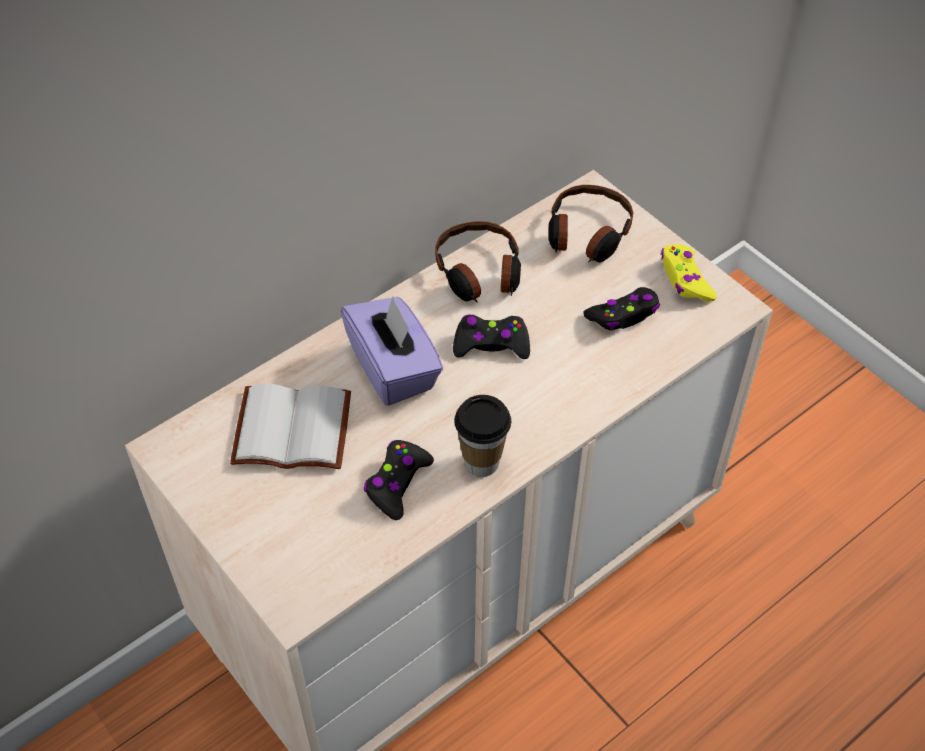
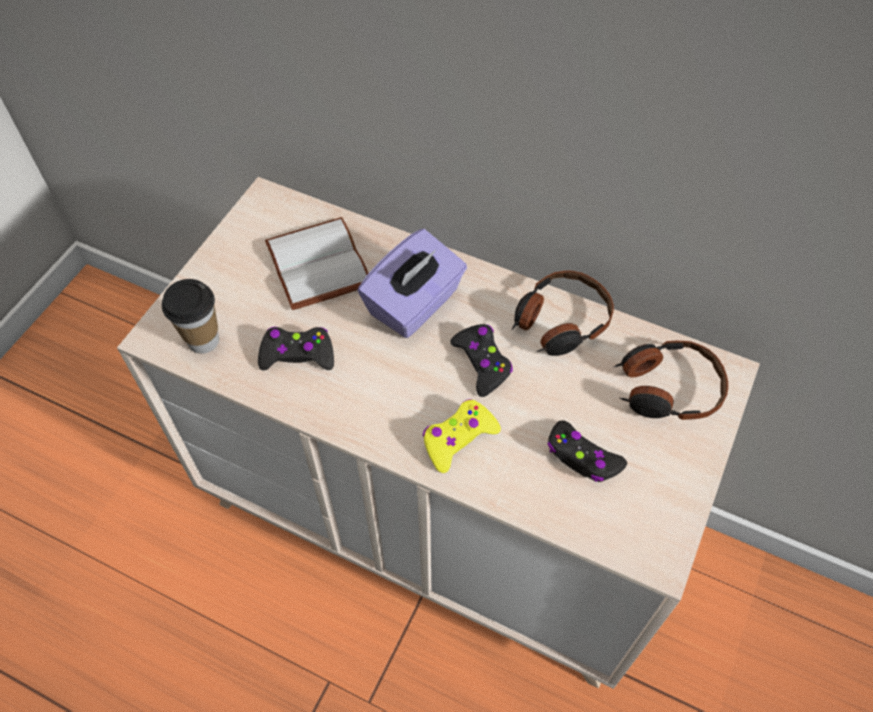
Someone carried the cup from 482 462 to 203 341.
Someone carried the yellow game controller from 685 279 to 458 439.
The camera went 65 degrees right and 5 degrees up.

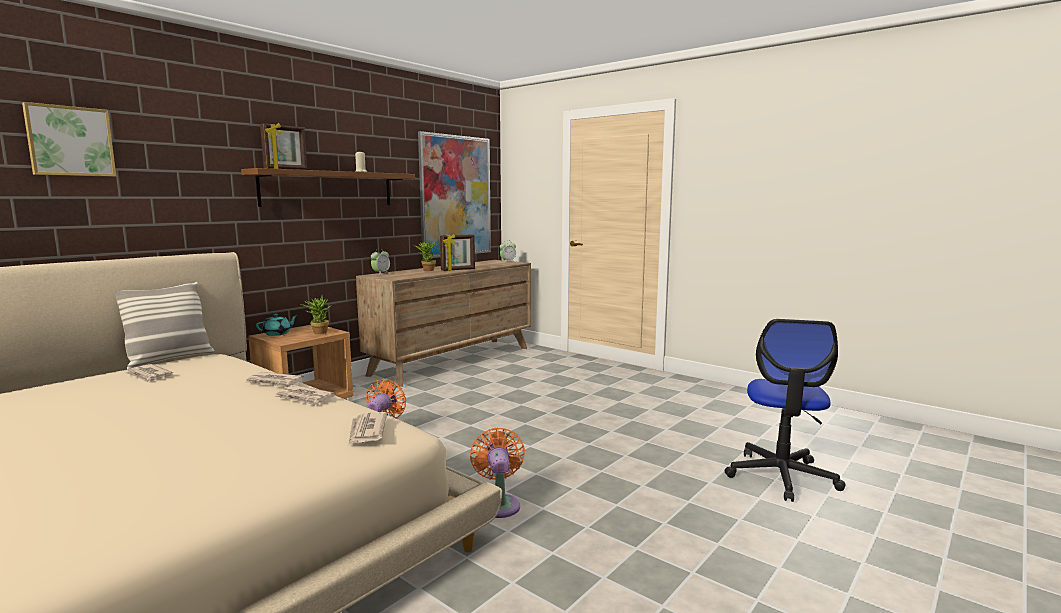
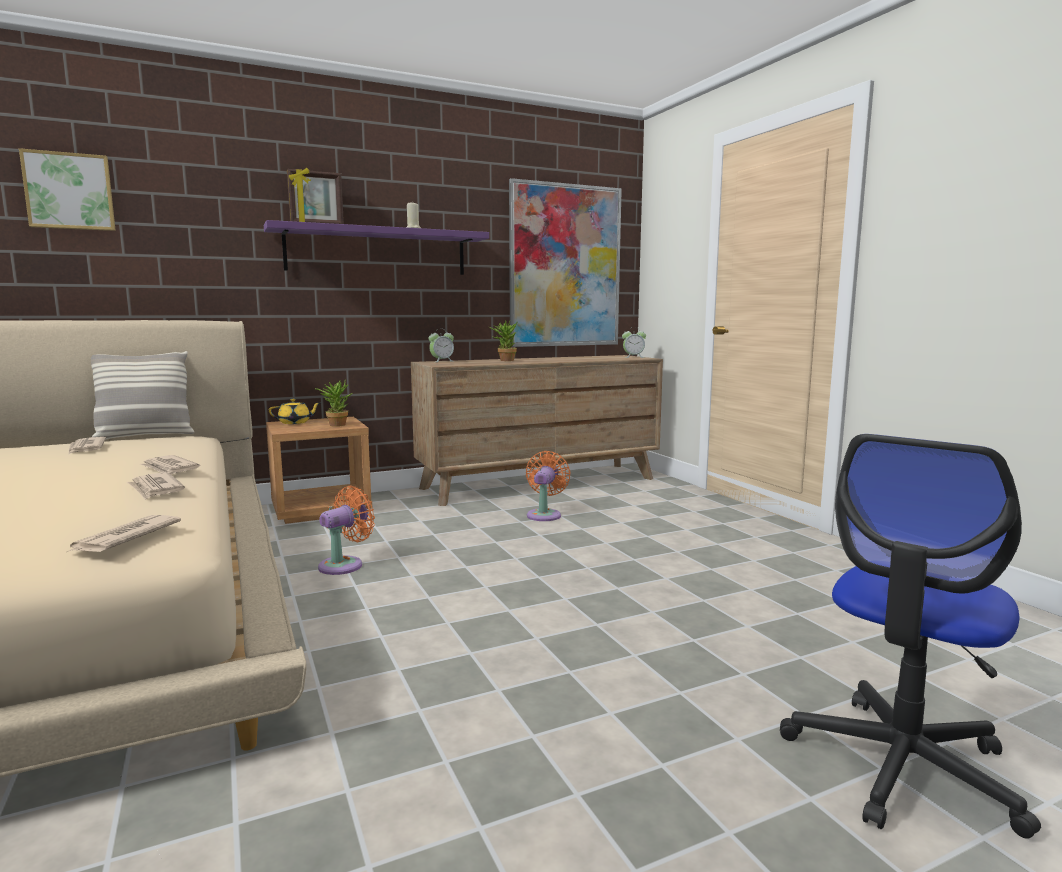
Someone repainted the brown shelf at 328 189, which became the purple shelf at 377 251.
Someone repainted the turquoise teapot at 278 333, which became the yellow teapot at 295 422.
Someone carried the orange fan from 499 504 to 545 514.
Someone took away the picture frame at 458 270.
The camera went 25 degrees right and 0 degrees up.

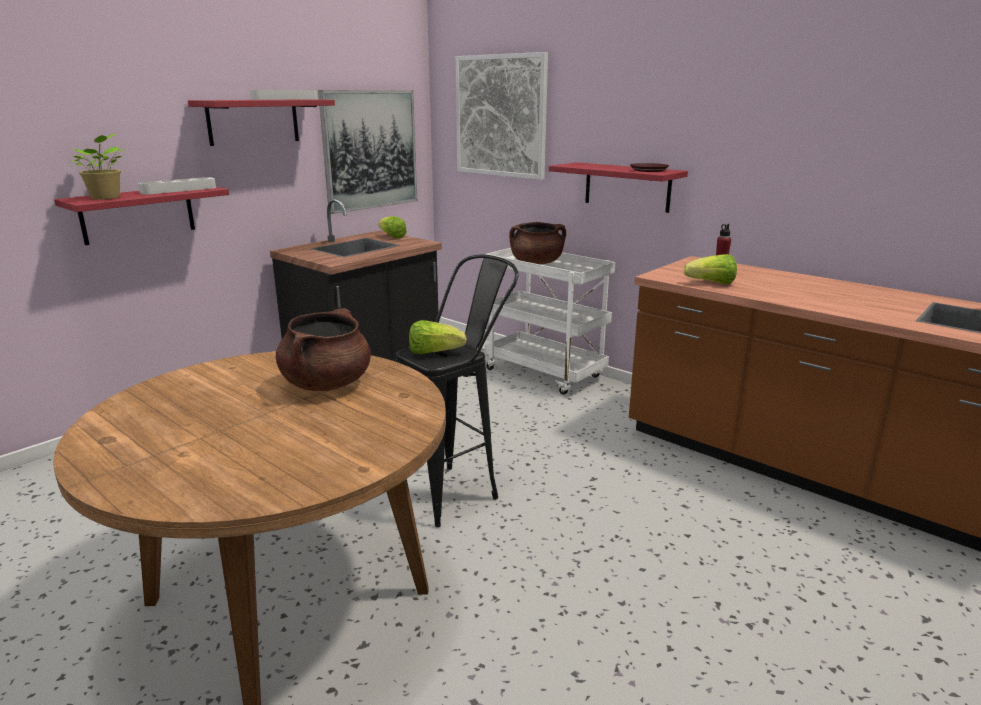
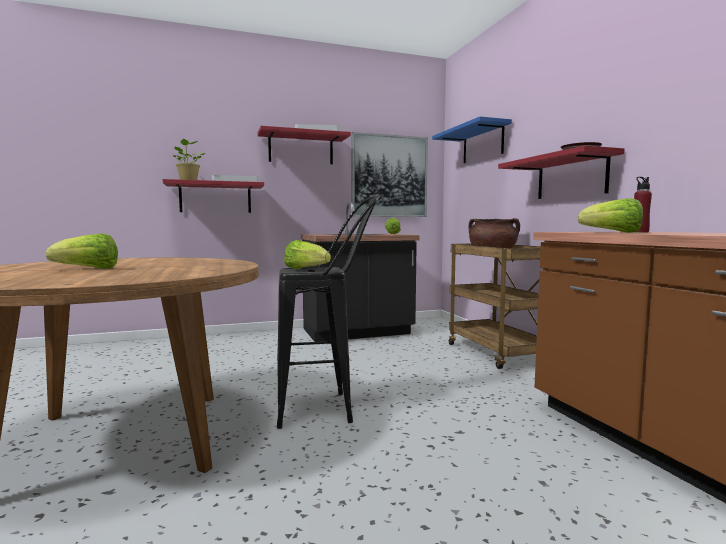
Someone put down the lettuce at 88 269.
Someone swapped the picture at 500 116 for the blue shelf at 482 144.
Someone repainted the white cart at 546 374, which became the brown cart at 497 354.
Someone took away the brown cooking pot at 327 384.
The camera went 30 degrees right and 15 degrees down.

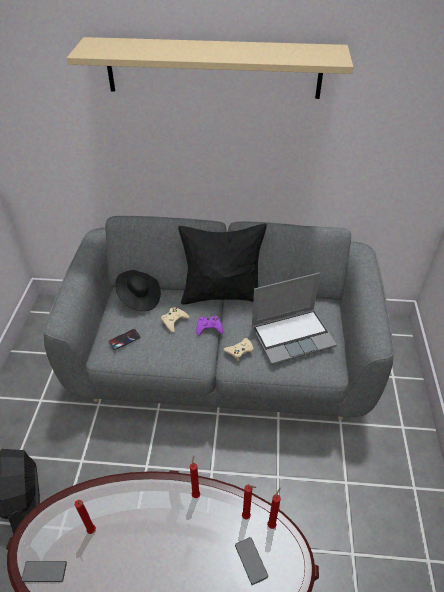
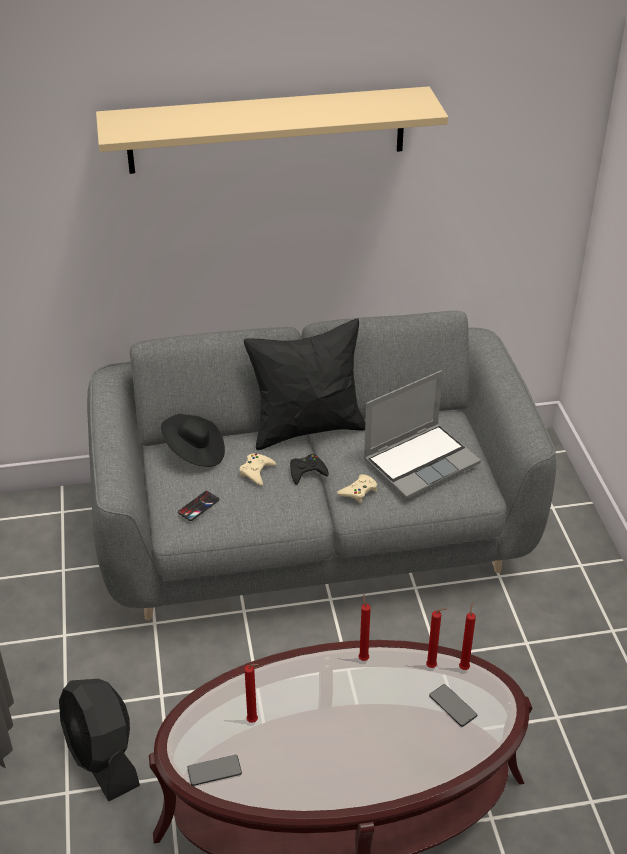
Someone repainted the purple game controller at 209 328, which became the black game controller at 307 472.
The camera went 15 degrees left and 5 degrees down.

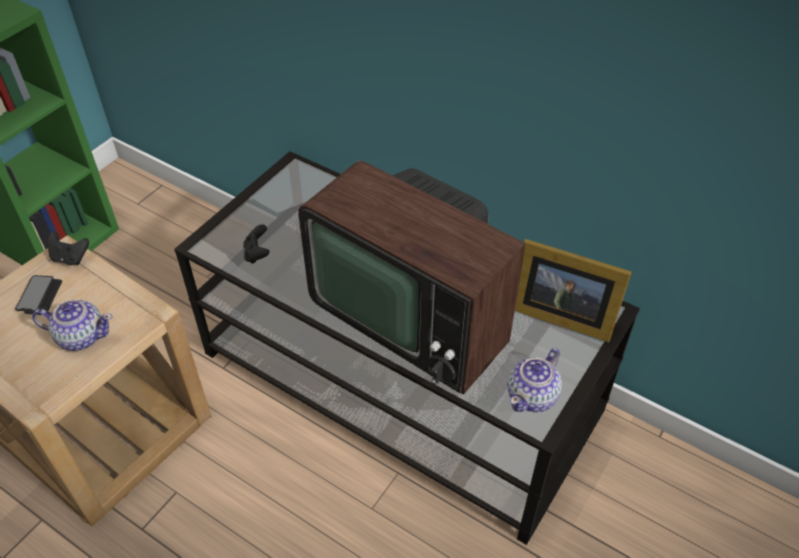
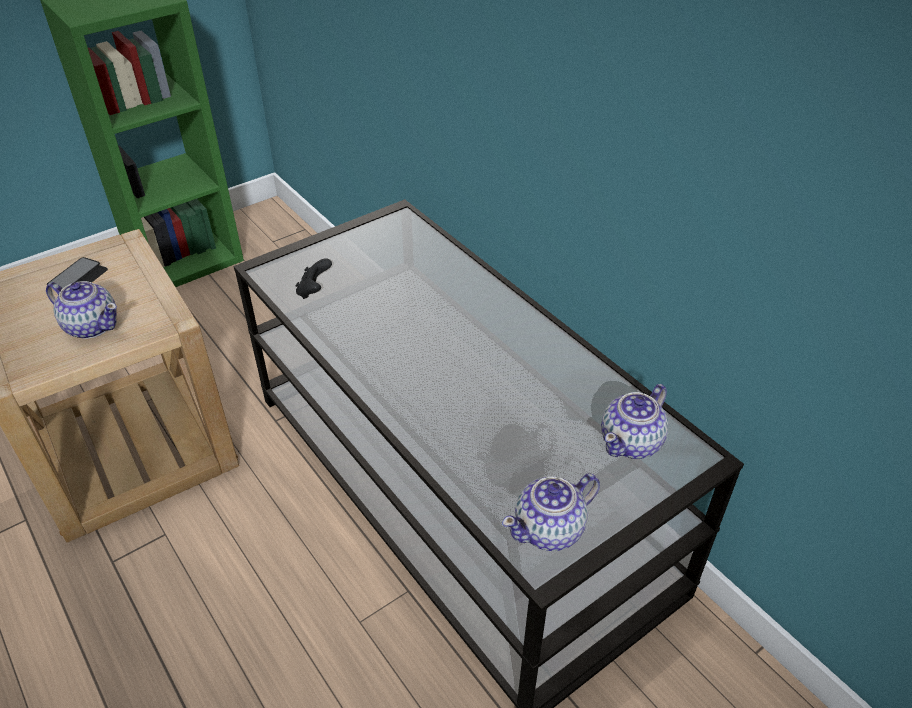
Someone swapped the picture frame at 559 314 for the teapot at 632 442.
Someone took away the black game controller at 70 258.
Someone took away the television at 413 311.
The camera went 20 degrees right and 5 degrees down.

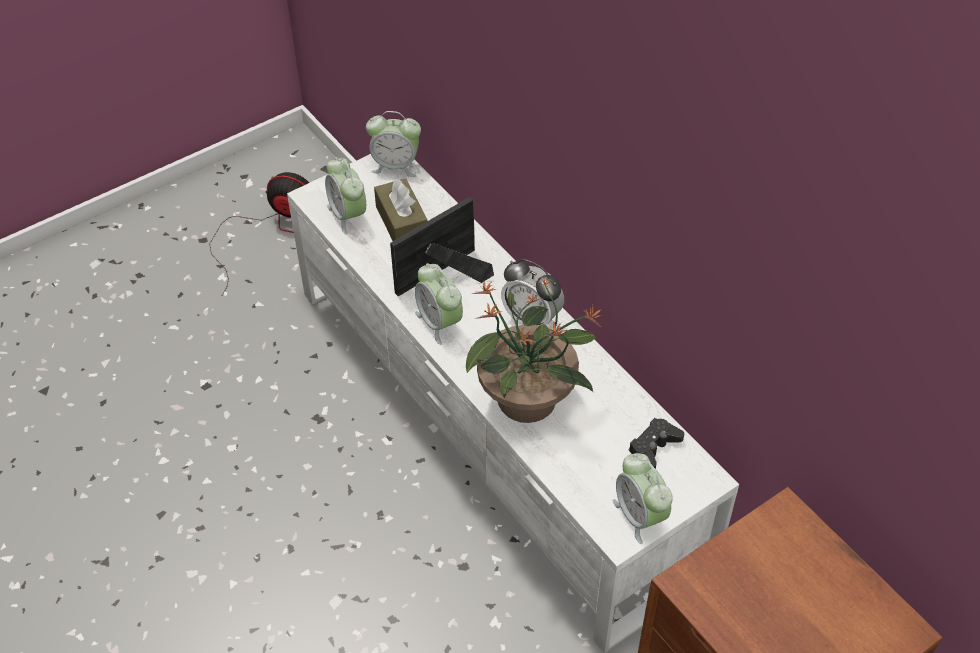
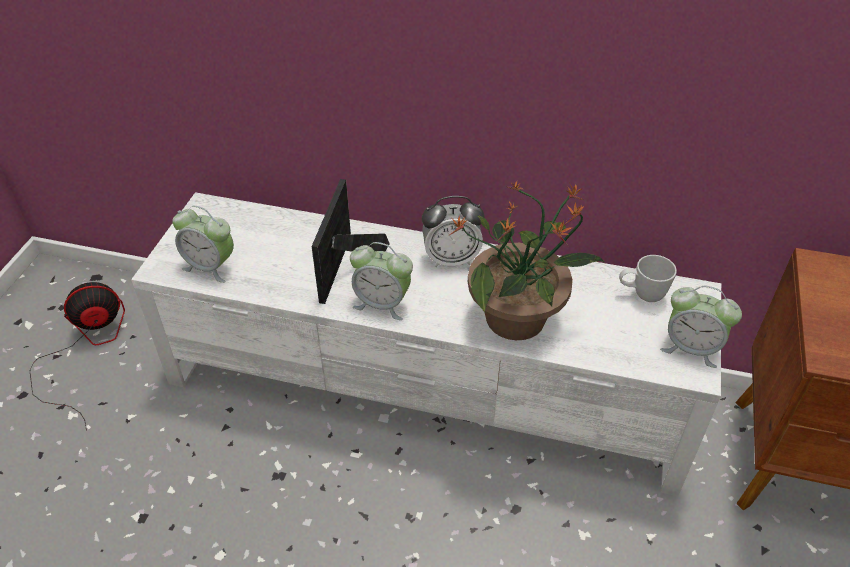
Someone swapped the black game controller at 653 447 for the white mug at 641 295.
Someone took away the alarm clock at 396 165.
Someone took away the brown tissue box at 402 223.
The camera went 40 degrees left and 5 degrees down.

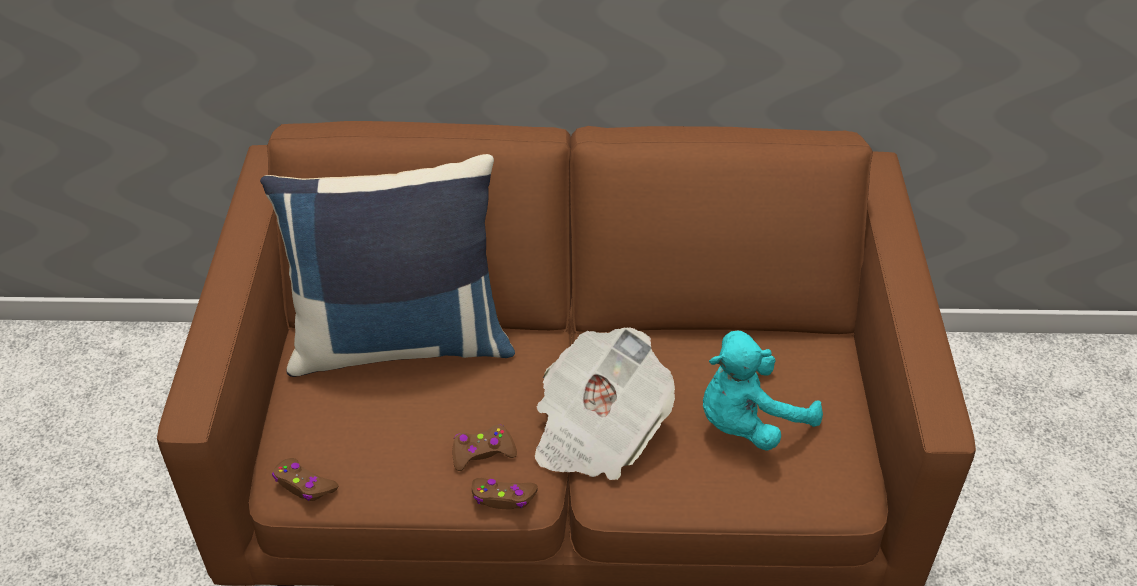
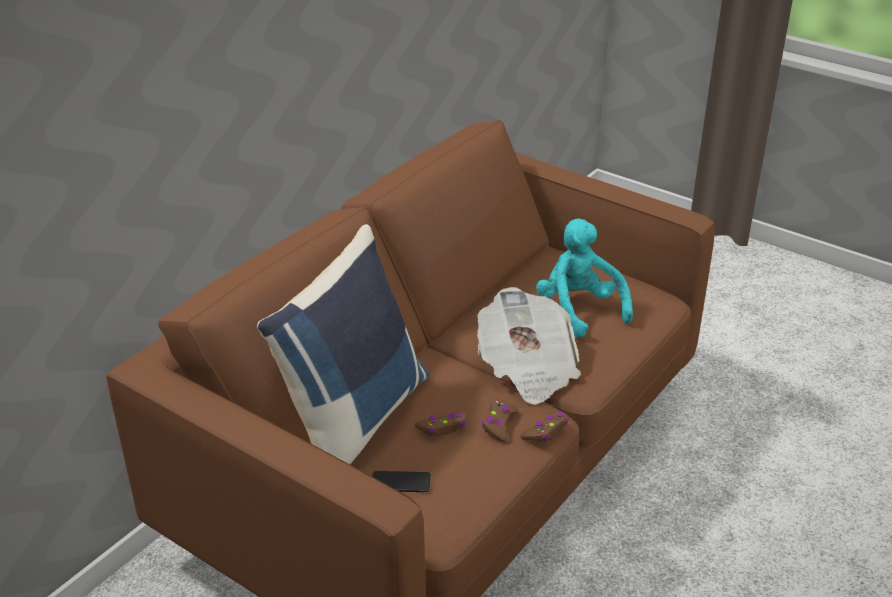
Someone put down the phone at 400 482.
Someone carried the brown game controller from 304 485 to 443 428.
Someone rotated the turquoise plush toy at 748 422 by 150 degrees clockwise.
The camera went 55 degrees left and 10 degrees down.

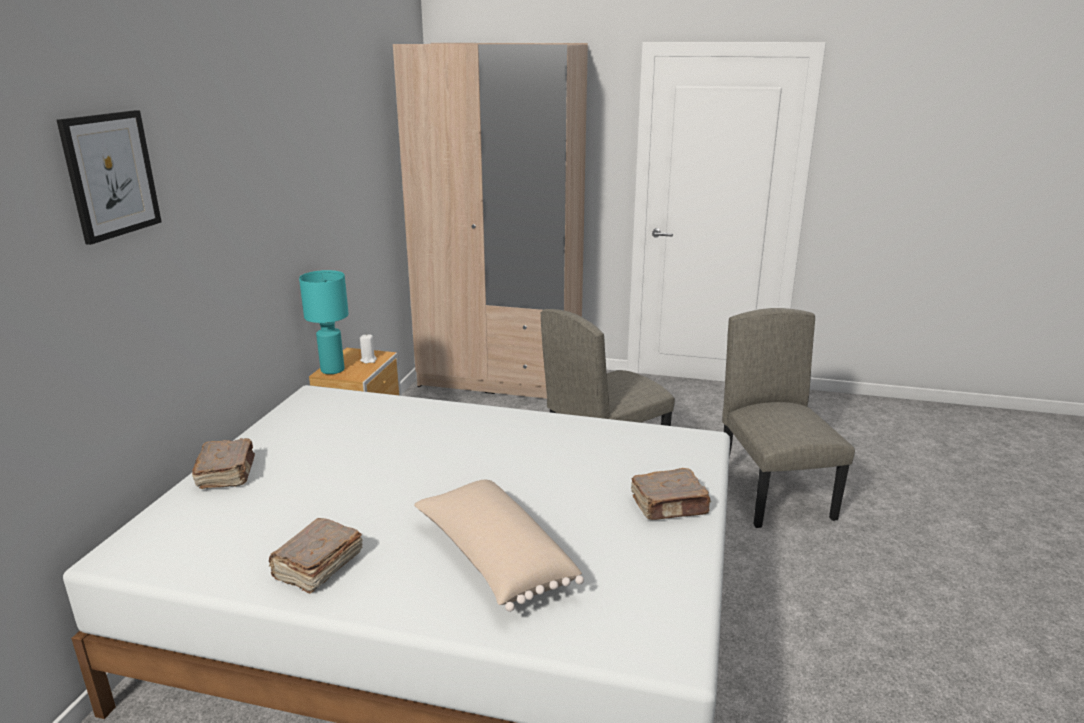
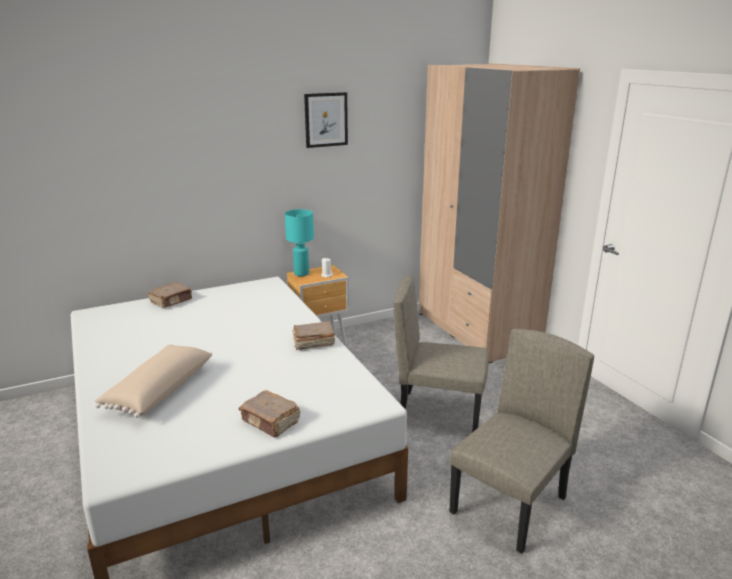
Someone carried the brown book from 317 567 to 313 342.
Someone carried the picture from 111 175 to 326 119.
The camera went 50 degrees right and 0 degrees up.

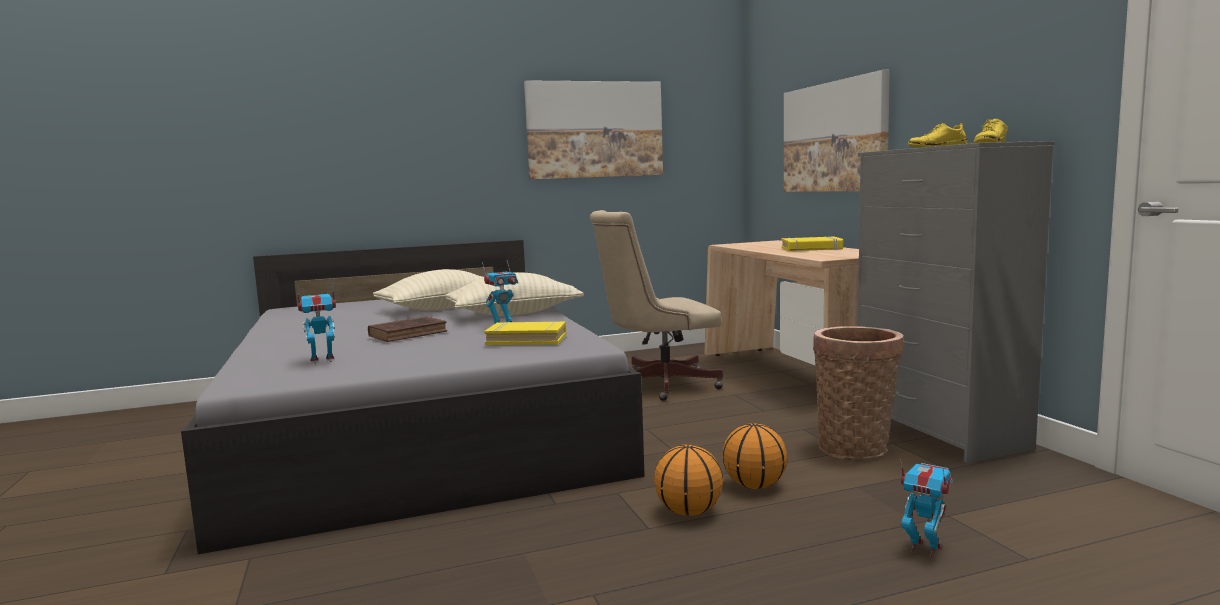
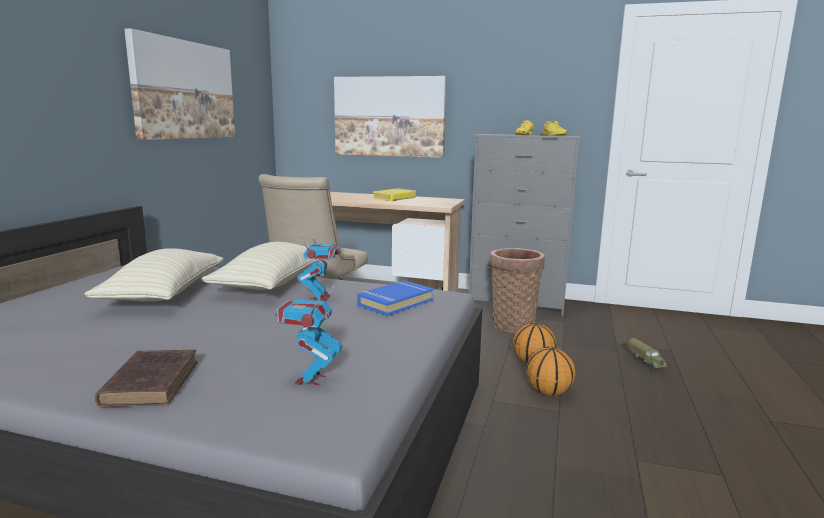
Someone carried the brown book from 410 333 to 152 382.
Someone repainted the yellow book at 527 339, which became the blue book at 395 303.
Someone swapped the toy robot at 924 548 for the toy truck at 645 361.
The camera went 55 degrees left and 5 degrees up.

